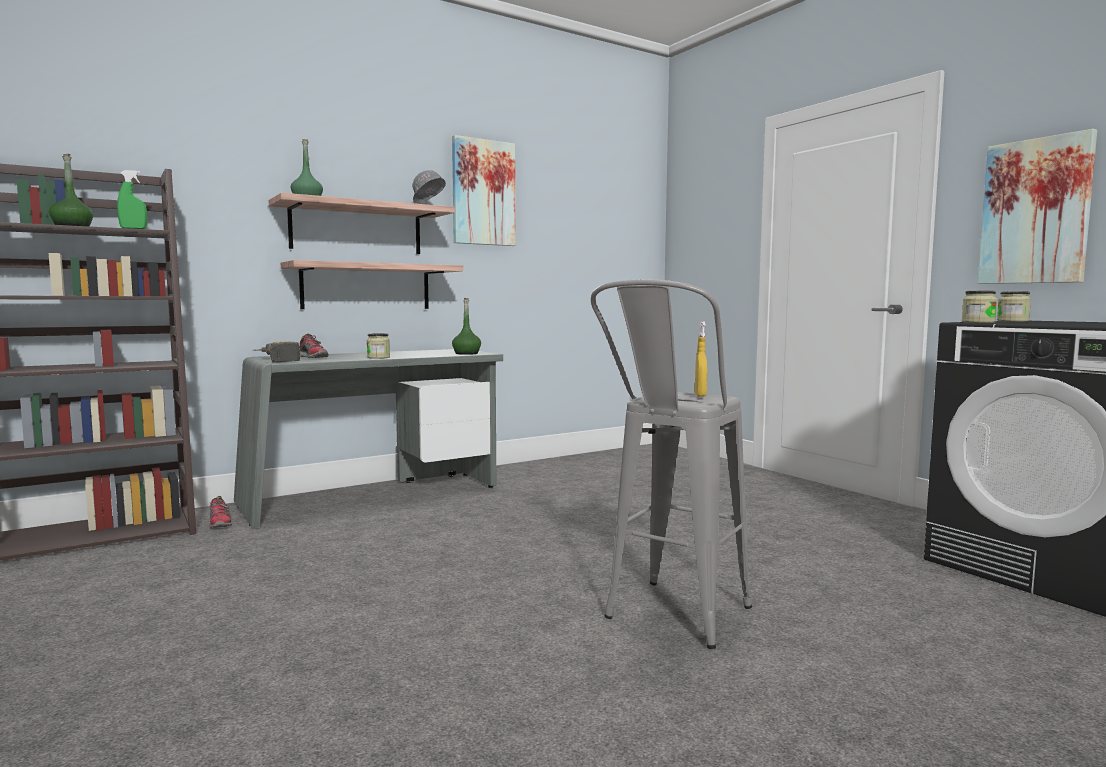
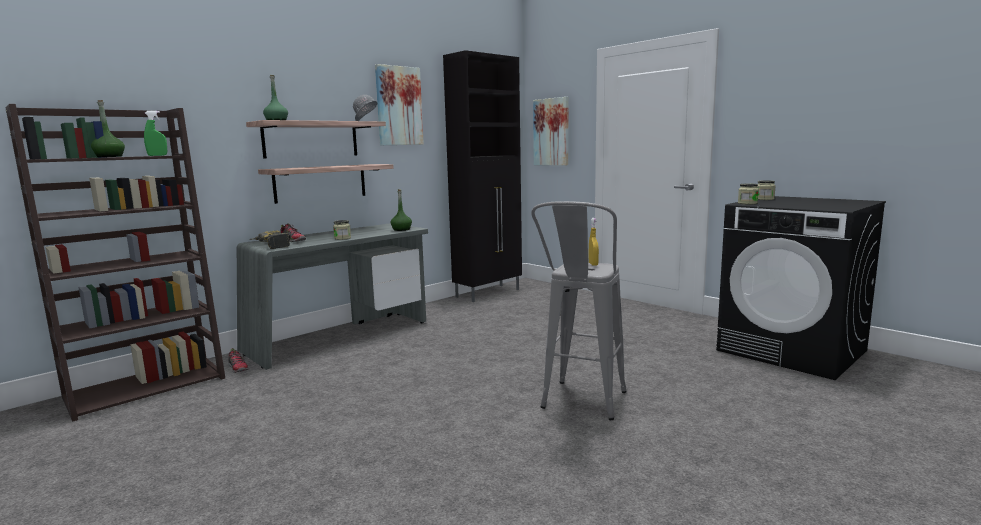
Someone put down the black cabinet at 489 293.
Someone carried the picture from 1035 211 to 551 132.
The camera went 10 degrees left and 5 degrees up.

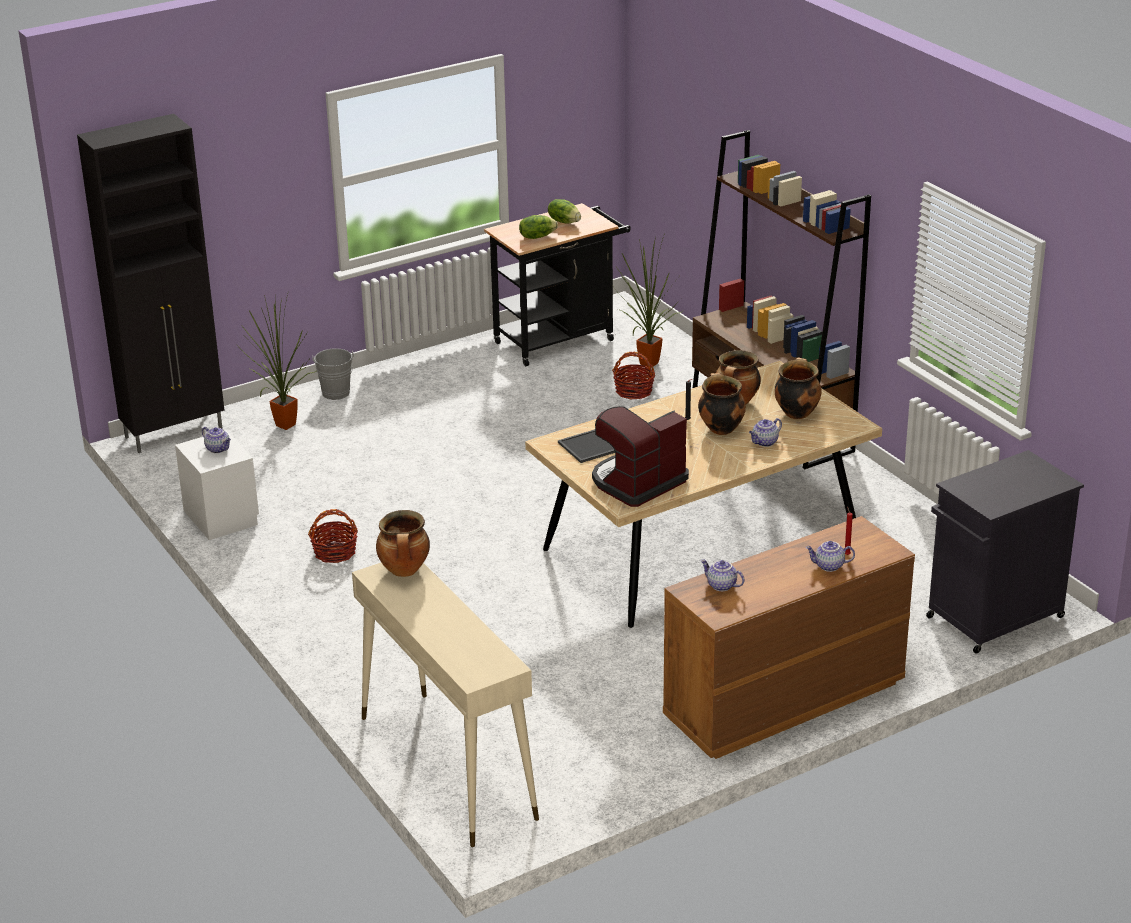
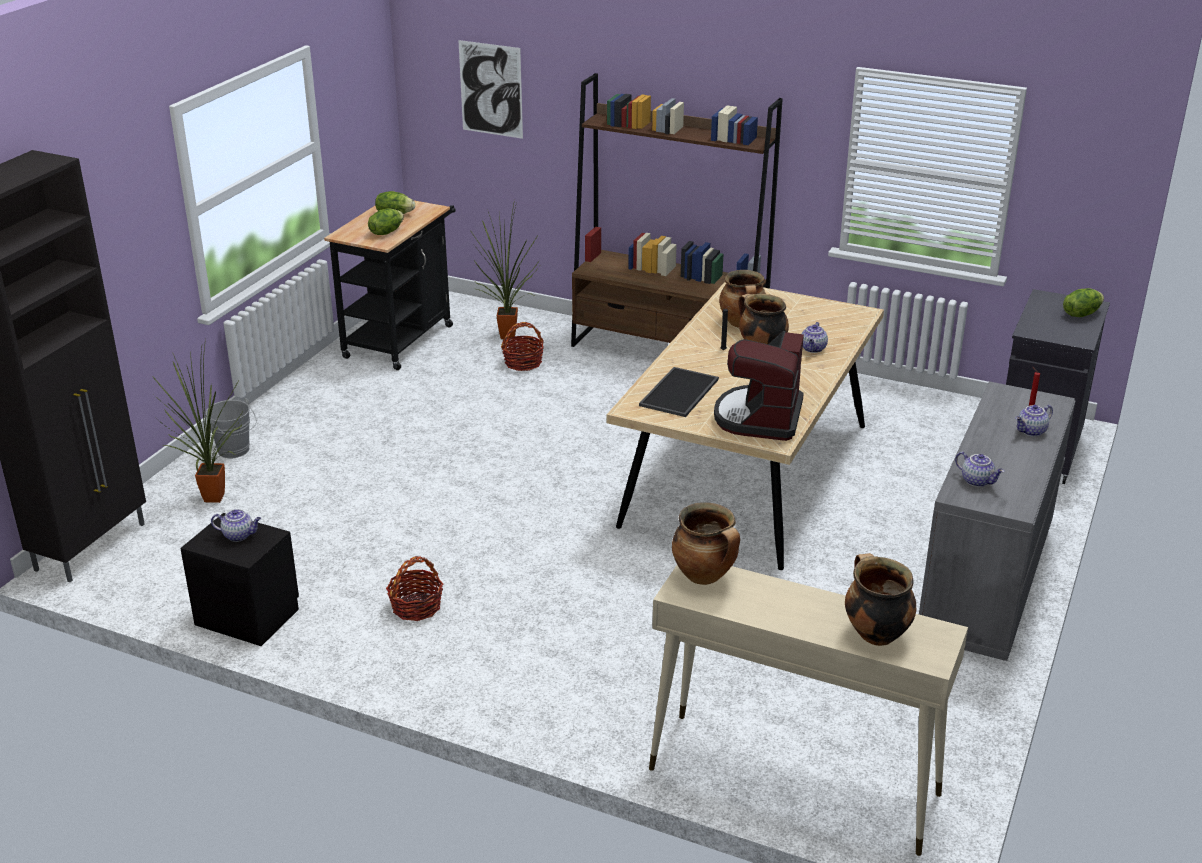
Someone repainted the white nightstand at 222 517, which became the black nightstand at 249 615.
Someone put up the picture at 491 89.
Someone carried the cooking pot from 796 413 to 874 633.
Someone repainted the brown dresser at 783 700, which became the grey dresser at 985 583.
Someone rotated the teapot at 721 586 by 135 degrees counterclockwise.
Someone put down the lettuce at 1081 314.
The camera went 35 degrees left and 0 degrees up.

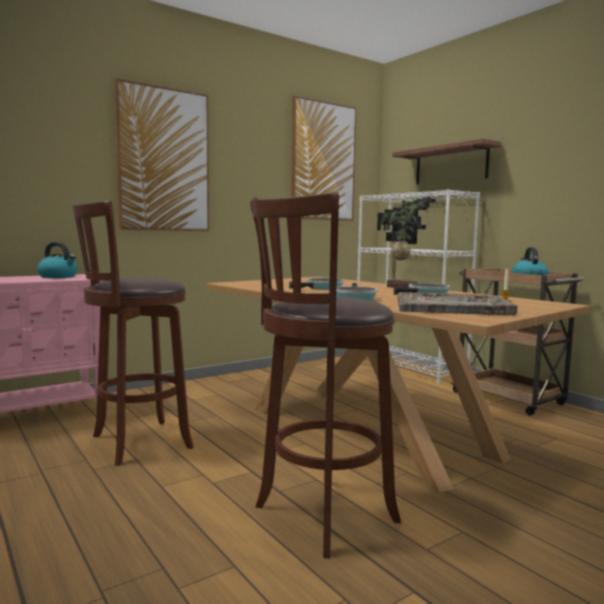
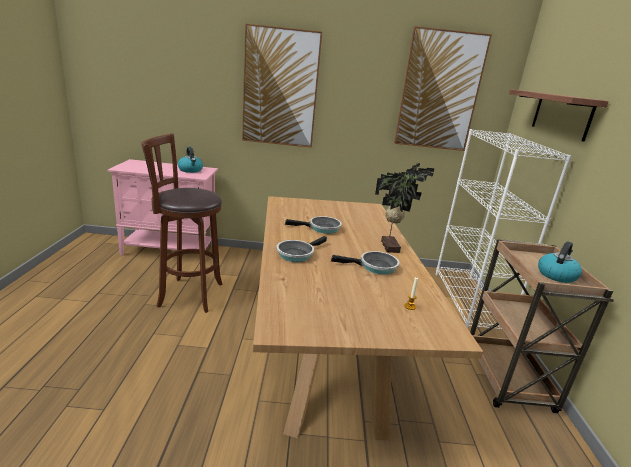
Someone took away the brown stool at 320 516.
Someone took away the grey tray at 453 307.
The camera went 35 degrees right and 15 degrees up.

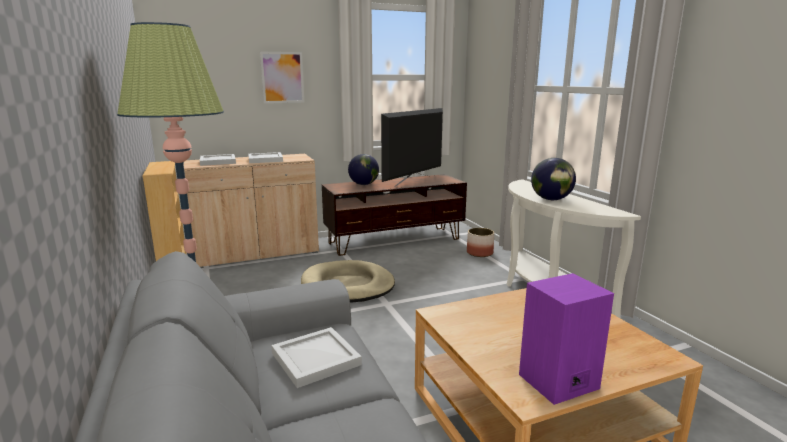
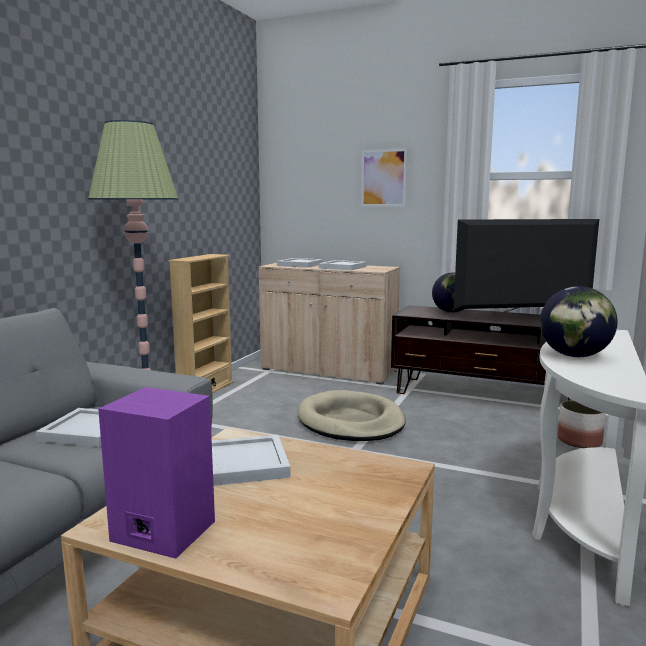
Someone put down the white tray at 243 463.
The camera went 45 degrees right and 5 degrees down.

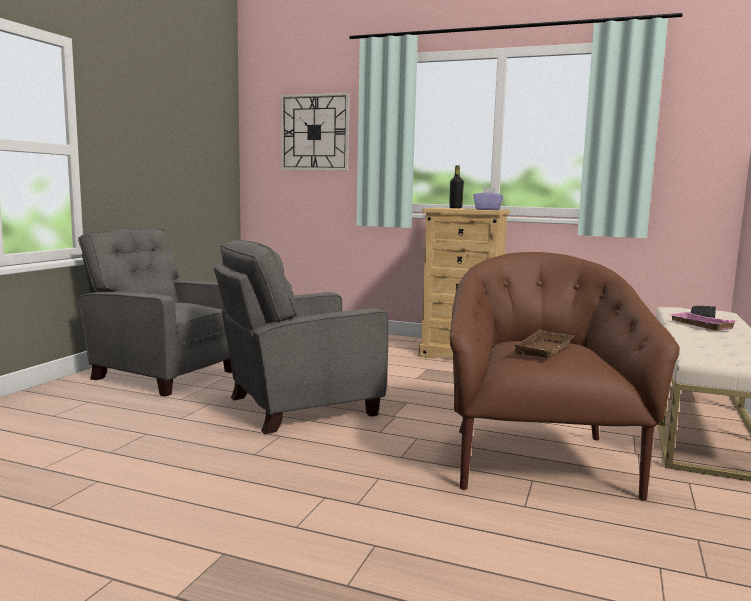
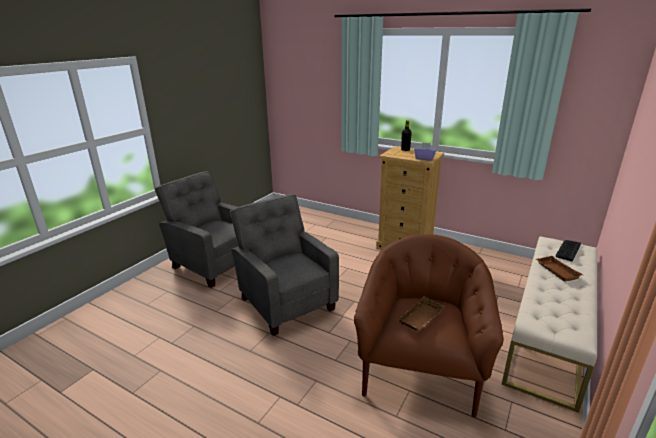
Someone rotated the grey armchair at 298 406 by 75 degrees clockwise.
Someone repainted the pink tray at 699 325, which became the brown tray at 555 271.
Someone took away the wall clock at 314 132.
The camera went 10 degrees right and 15 degrees up.

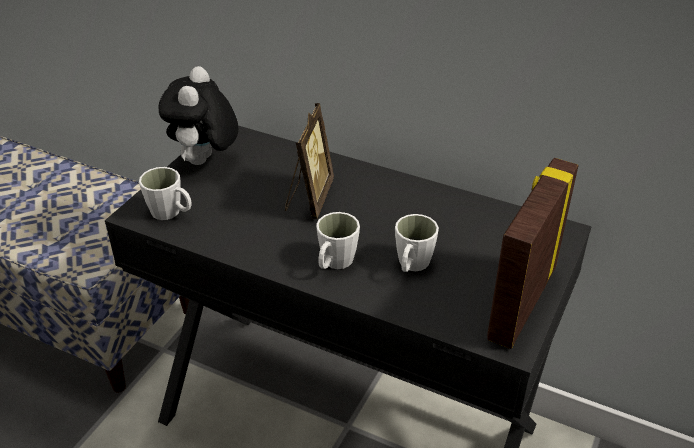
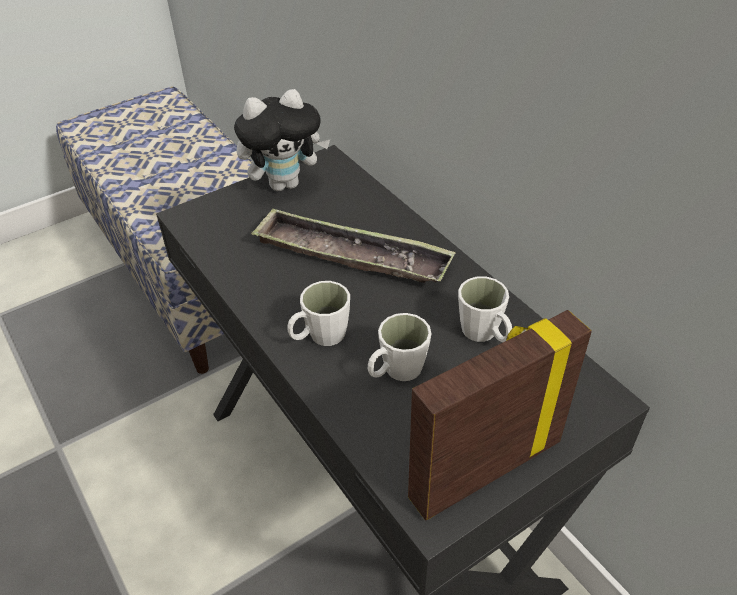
Someone rotated the plush toy at 204 162 by 150 degrees counterclockwise.
Someone swapped the picture frame at 309 198 for the tray at 351 255.
Someone carried the white mug from 171 213 to 484 334.
The camera went 30 degrees right and 5 degrees up.

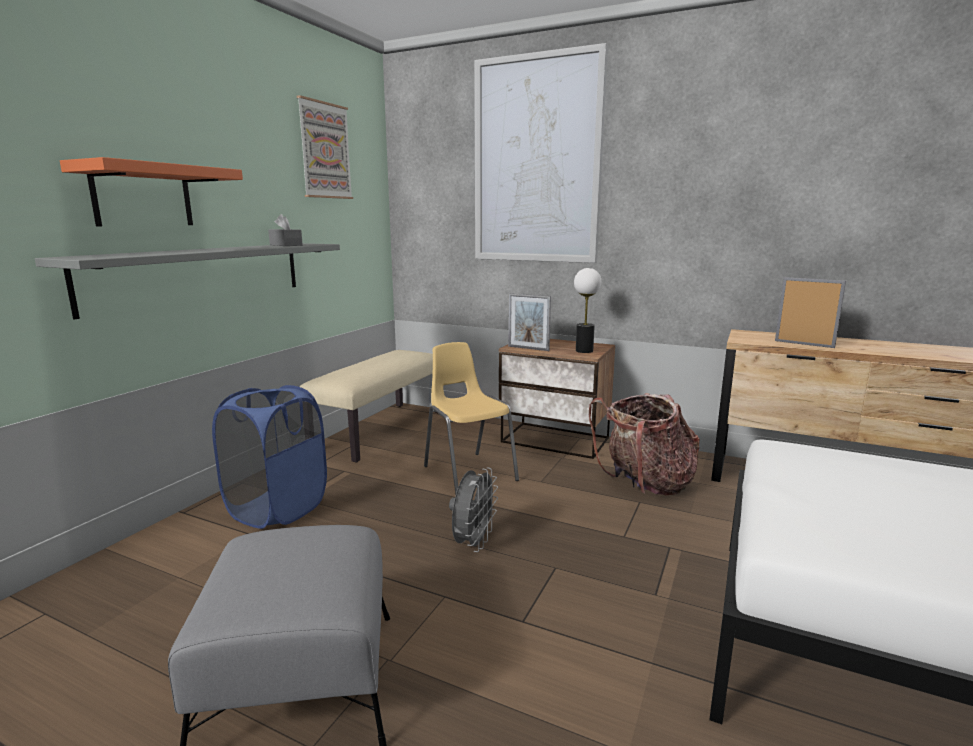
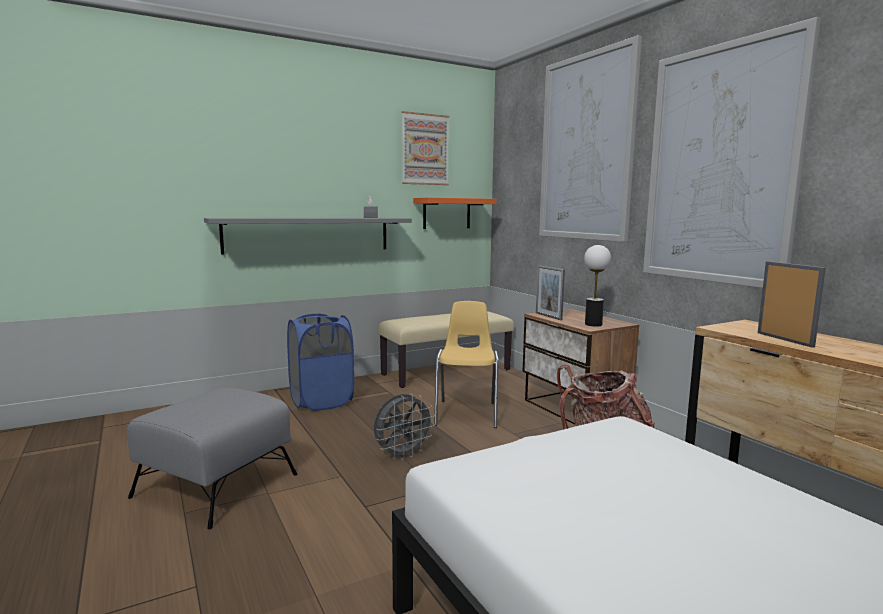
Someone carried the orange shelf from 143 196 to 446 213.
Someone put up the picture at 720 165.
The camera went 35 degrees right and 5 degrees down.

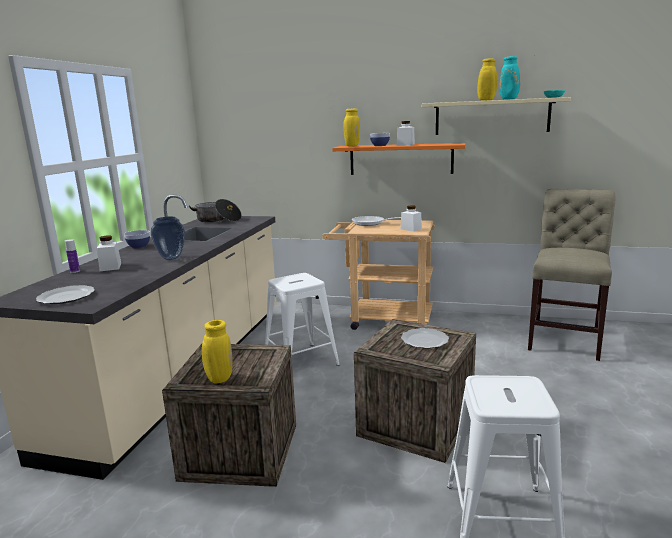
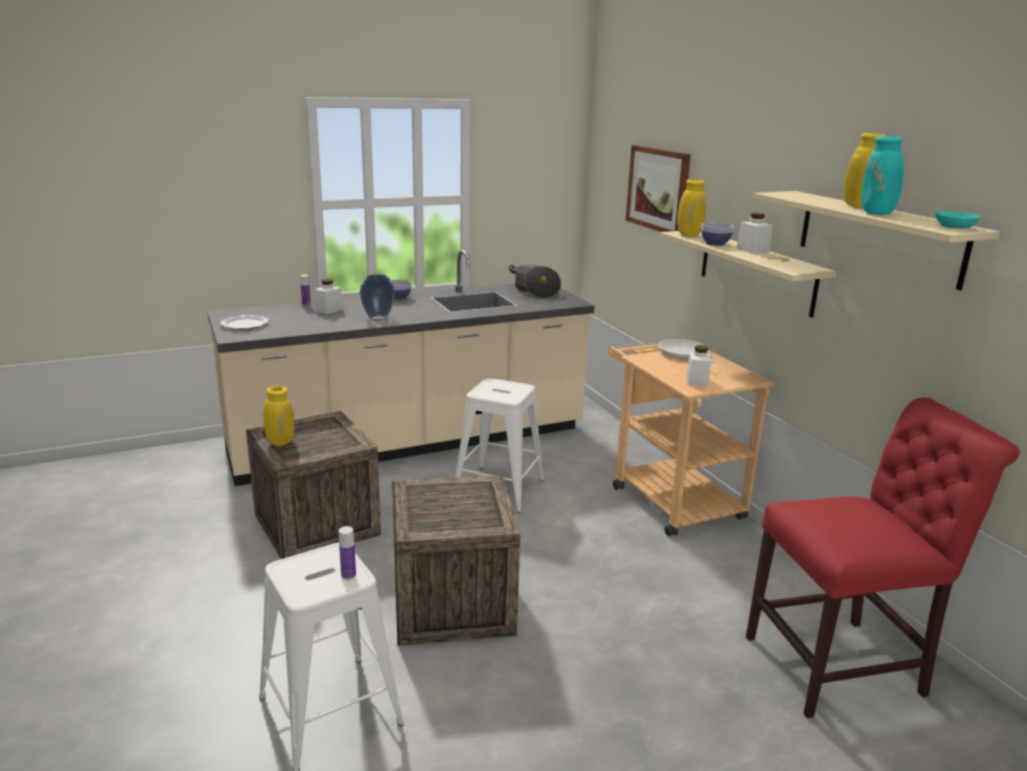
Someone put down the bottle at 348 575.
Someone put up the picture at 658 189.
Someone repainted the orange shelf at 401 159, which became the beige shelf at 756 271.
Someone repainted the beige chair at 565 338, which became the red chair at 843 665.
Someone took away the plate at 424 340.
The camera went 50 degrees right and 5 degrees up.

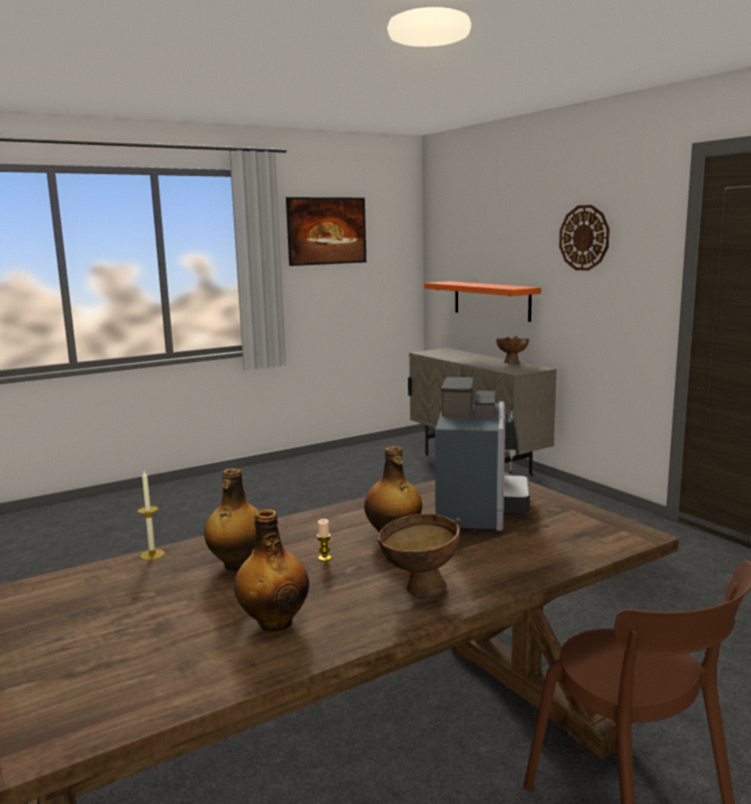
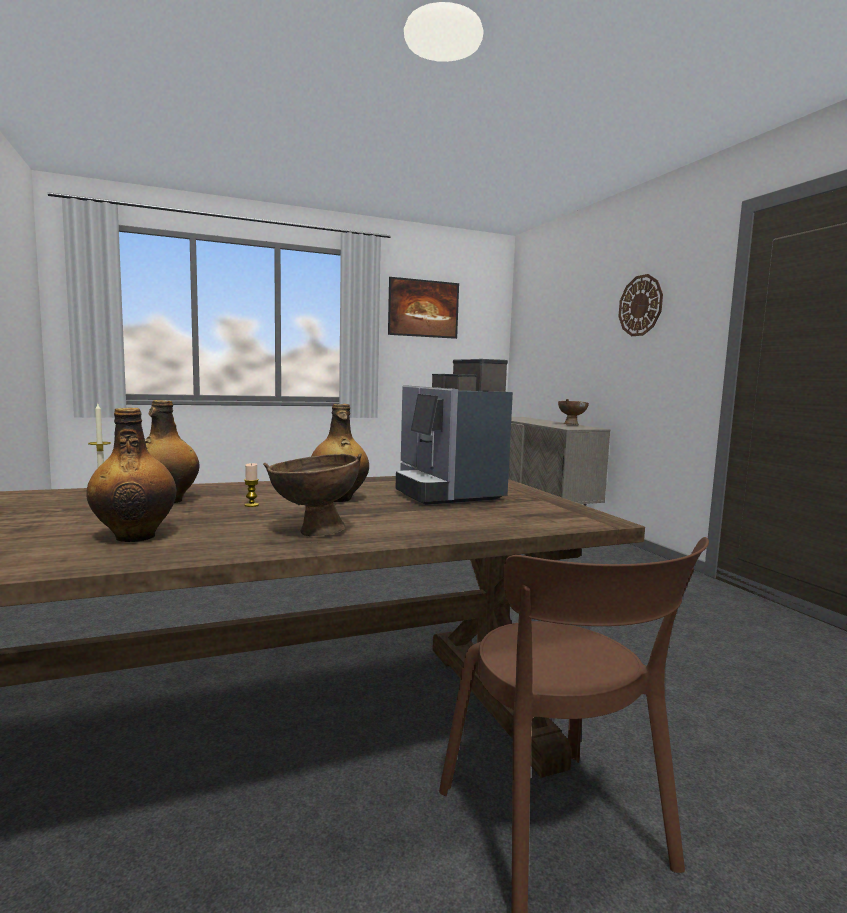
Someone rotated the coffee machine at 479 510 by 135 degrees clockwise.
Someone took away the orange shelf at 491 300.
The camera went 10 degrees right and 5 degrees down.

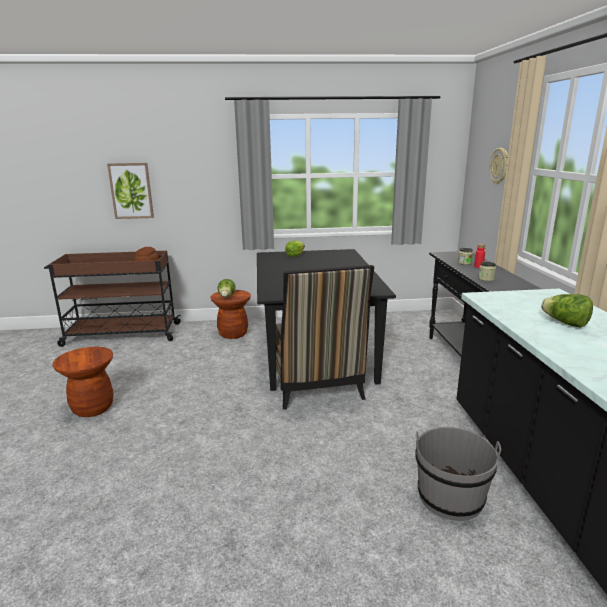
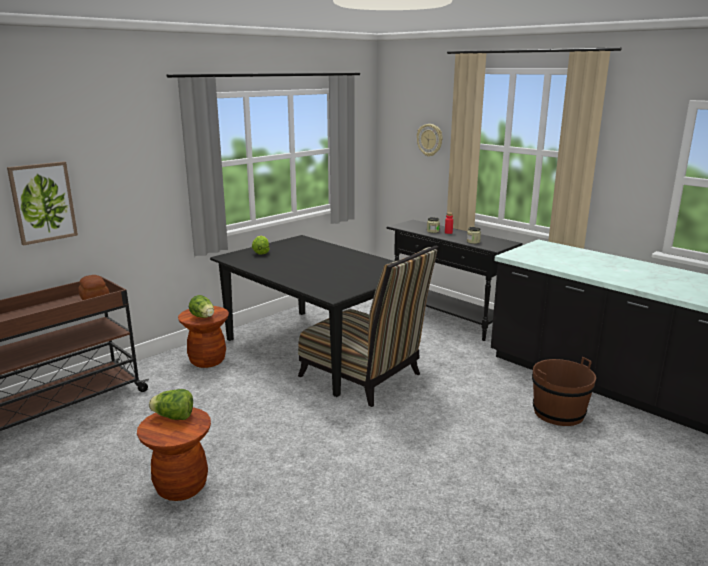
Someone carried the lettuce from 565 323 to 174 417.
Someone repainted the grey bucket at 450 497, which became the brown bucket at 558 412.
The camera went 40 degrees left and 0 degrees up.

